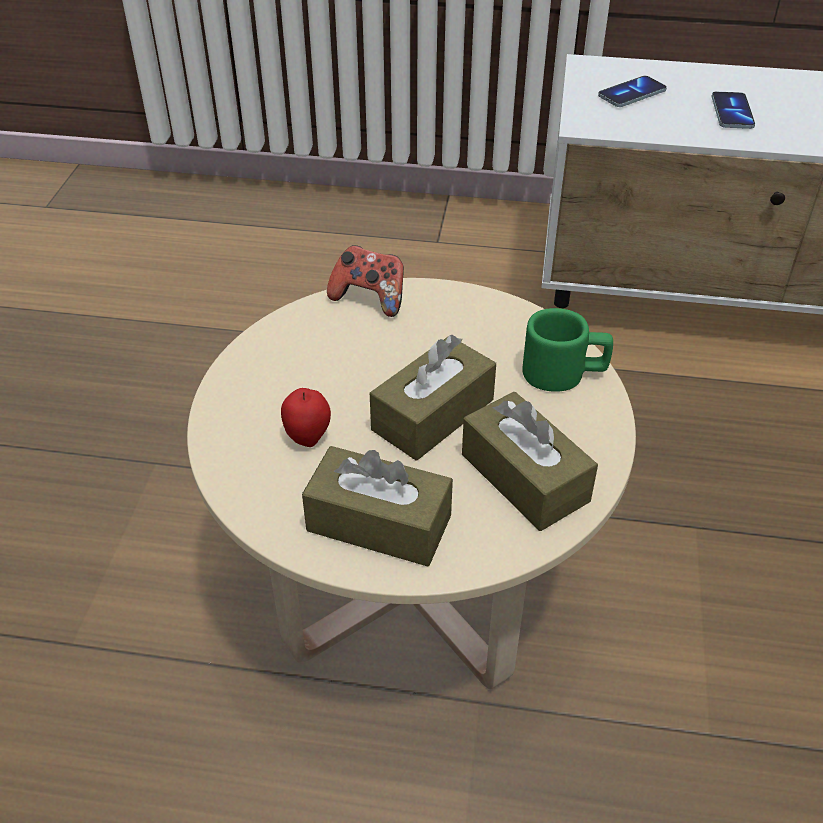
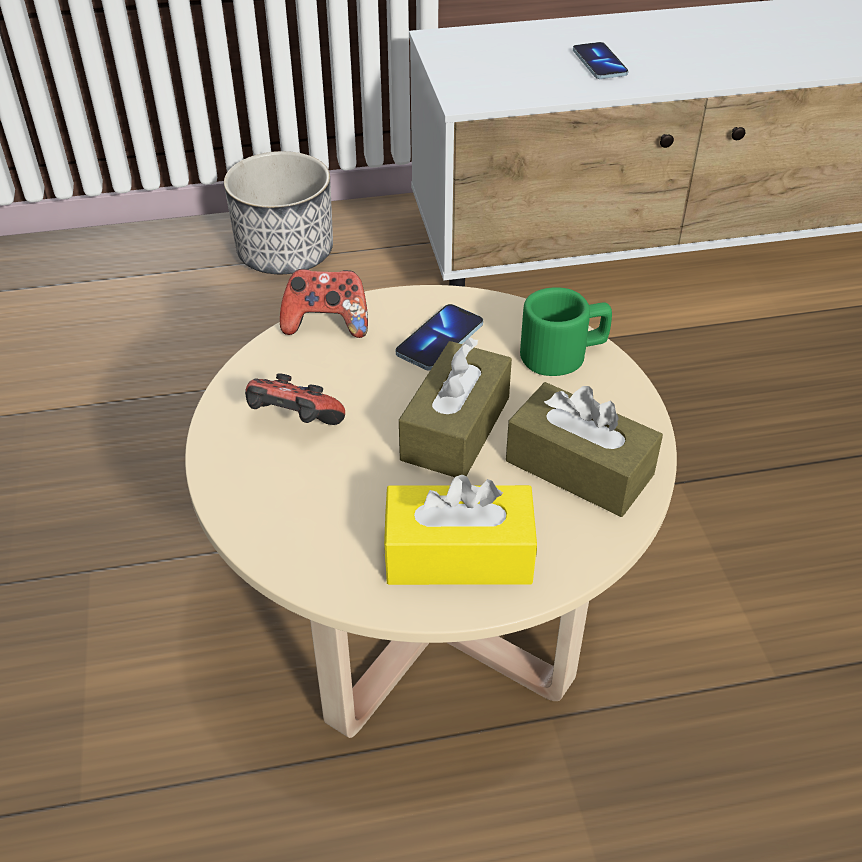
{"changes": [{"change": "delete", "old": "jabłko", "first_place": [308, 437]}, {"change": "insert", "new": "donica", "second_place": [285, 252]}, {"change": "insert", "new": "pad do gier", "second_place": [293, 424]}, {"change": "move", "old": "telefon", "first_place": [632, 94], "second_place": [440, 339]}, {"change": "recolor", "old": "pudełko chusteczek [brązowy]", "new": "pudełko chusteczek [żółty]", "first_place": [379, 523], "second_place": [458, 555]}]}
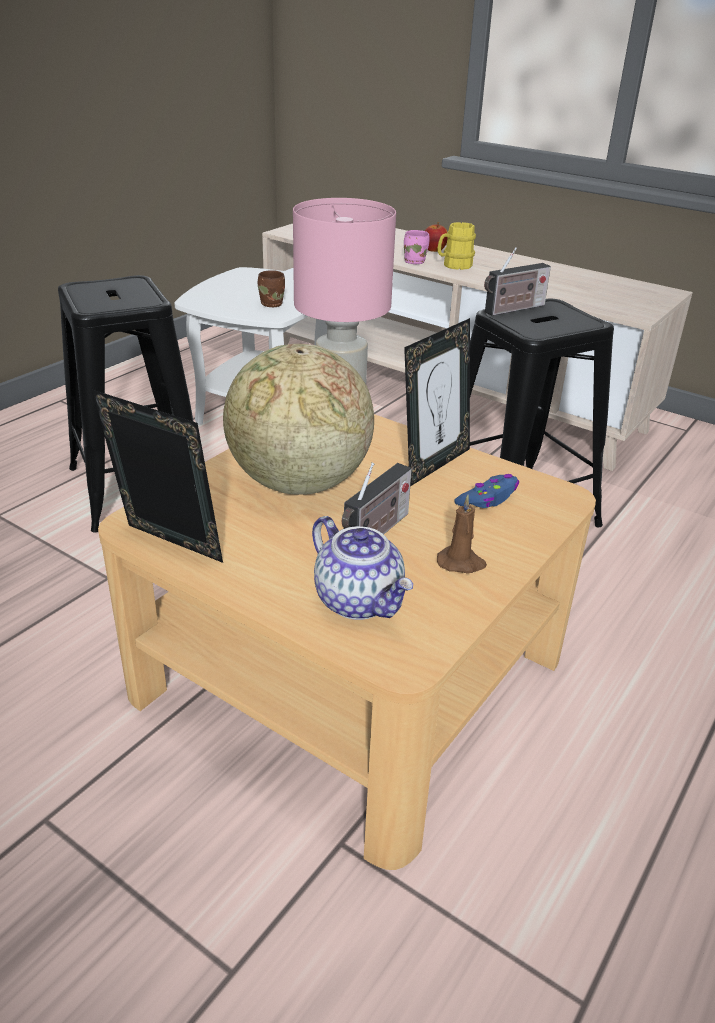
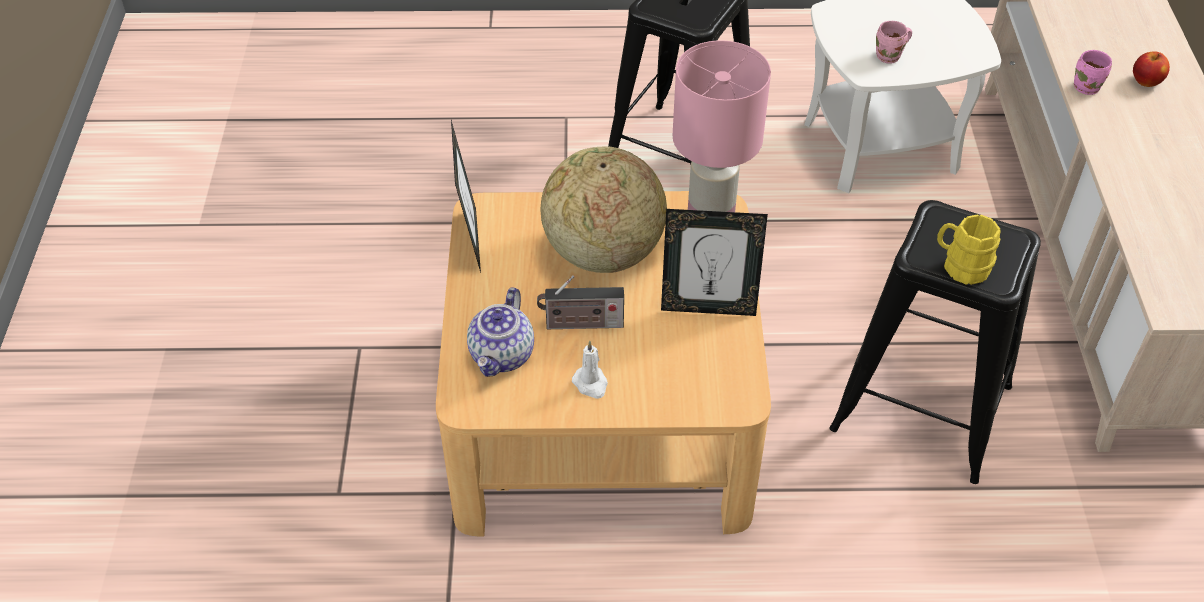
{"changes": [{"change": "delete", "old": "pad do gier [niebieski]", "first_place": [488, 499]}, {"change": "delete", "old": "radio", "first_place": [512, 309]}, {"change": "move", "old": "kubek [żółty]", "first_place": [454, 265], "second_place": [960, 266]}, {"change": "recolor", "old": "kubek [brązowy]", "new": "kubek [różowy]", "first_place": [273, 304], "second_place": [890, 57]}, {"change": "recolor", "old": "świeca [brązowy]", "new": "świeca [biały]", "first_place": [461, 563], "second_place": [591, 384]}]}
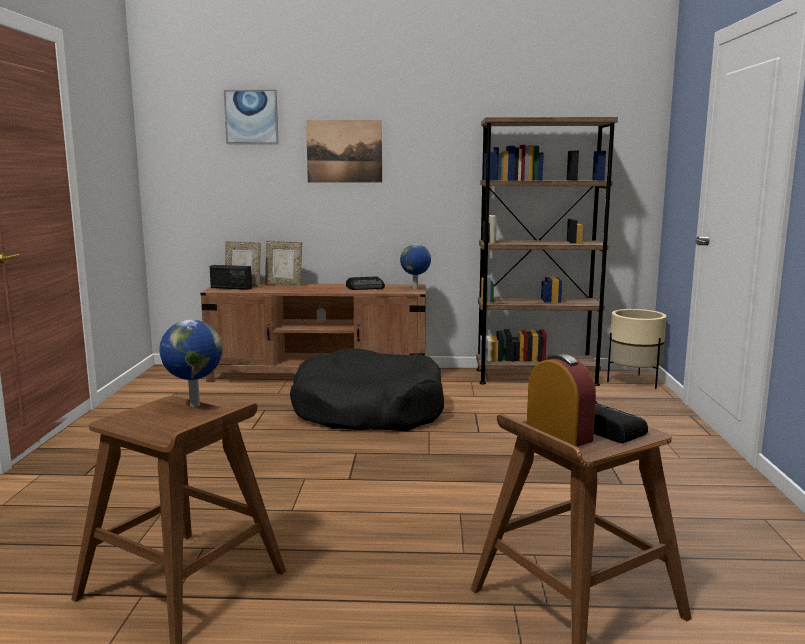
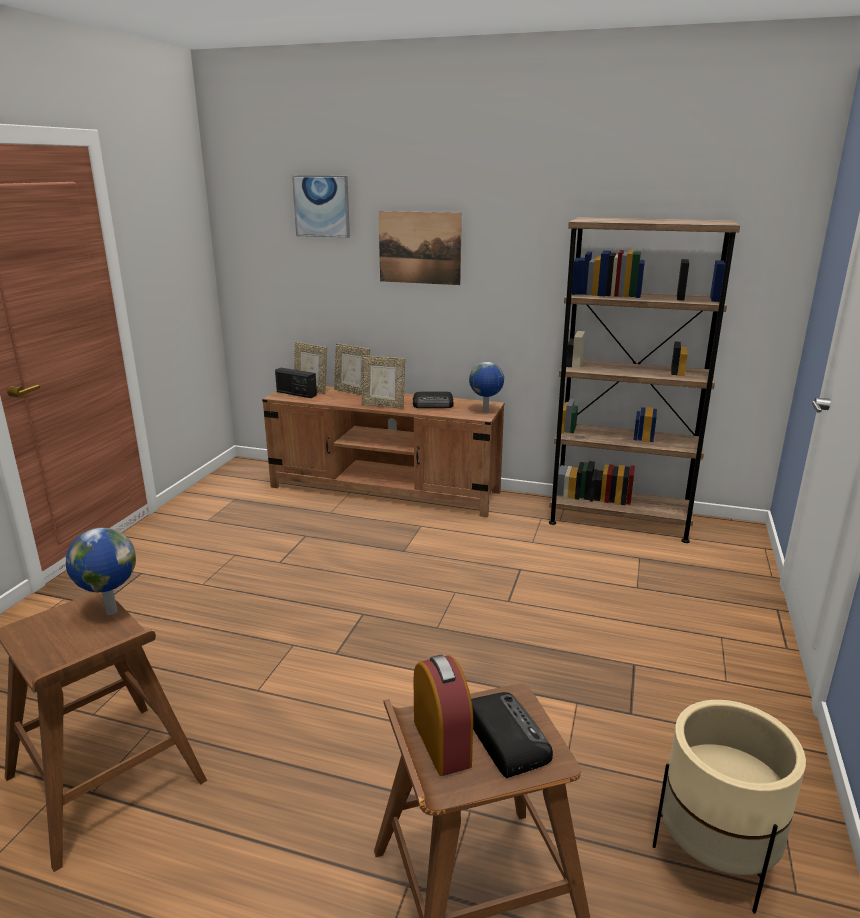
{"changes": [{"change": "delete", "old": "legowisko [czarny]", "first_place": [368, 411]}, {"change": "insert", "new": "ramka na zdjęcie", "second_place": [383, 405]}, {"change": "move", "old": "donica [beżowy]", "first_place": [633, 381], "second_place": [713, 858]}]}
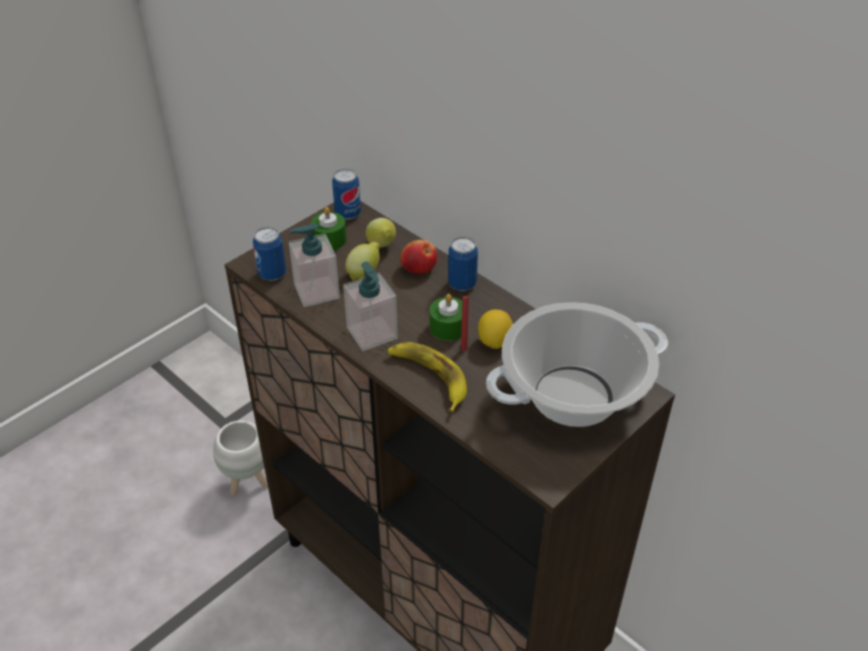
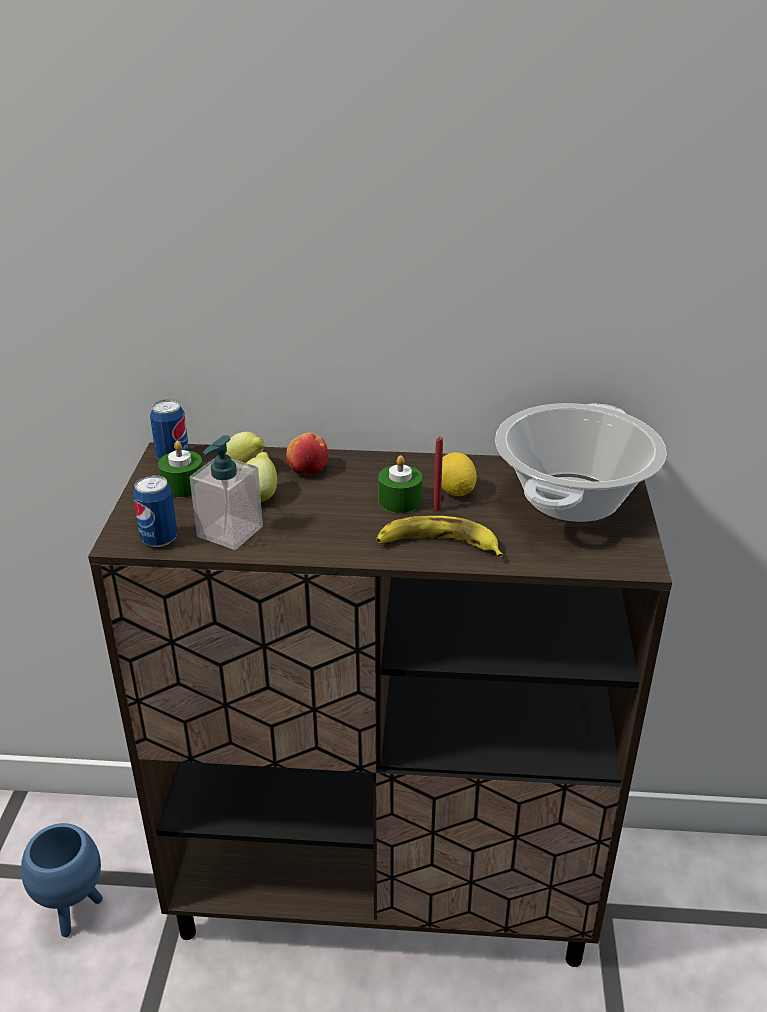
{"changes": [{"change": "delete", "old": "dozownik mydła", "first_place": [372, 333]}, {"change": "delete", "old": "puszka", "first_place": [462, 284]}, {"change": "recolor", "old": "donica [biały]", "new": "donica [niebieski]", "first_place": [248, 483], "second_place": [74, 910]}]}
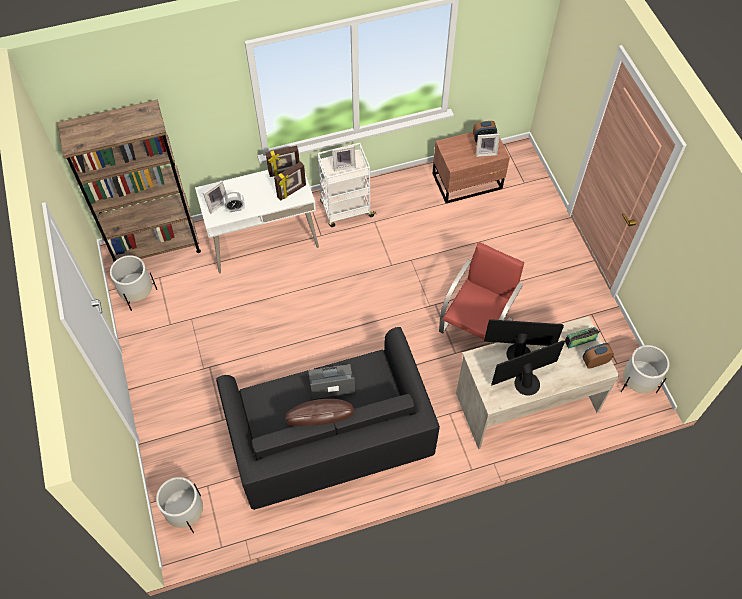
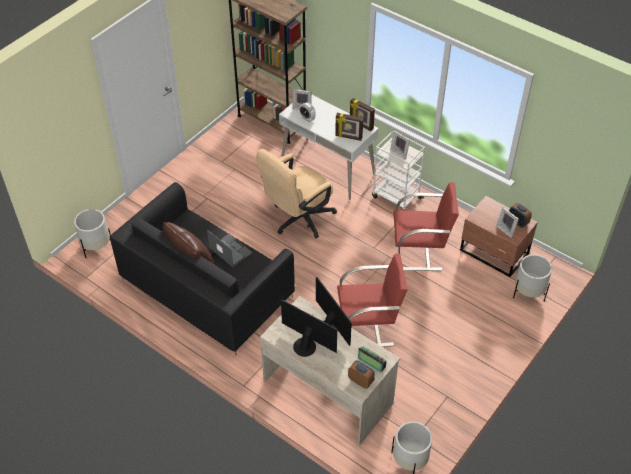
{"changes": [{"change": "insert", "new": "krzesło biurowe [beżowy]", "second_place": [298, 220]}, {"change": "insert", "new": "krzesło [czerwony]", "second_place": [420, 251]}, {"change": "move", "old": "donica [biały]", "first_place": [138, 294], "second_place": [528, 292]}]}
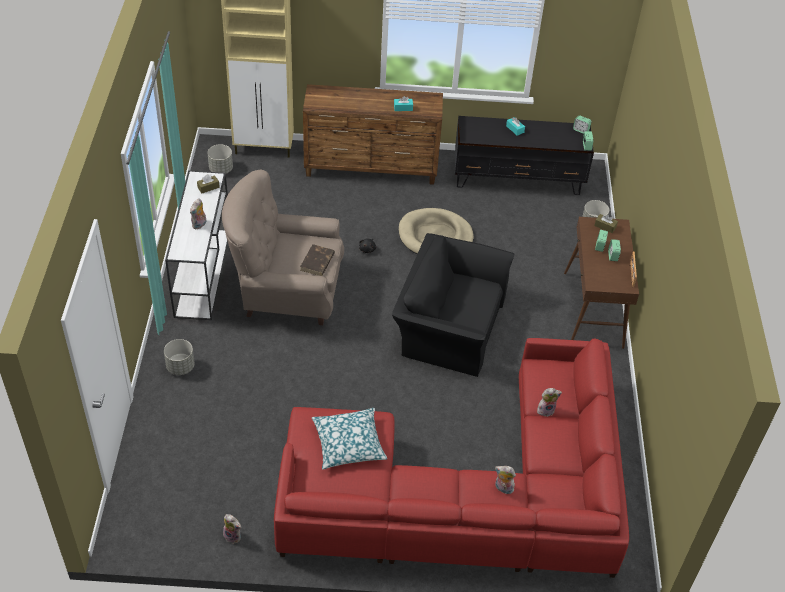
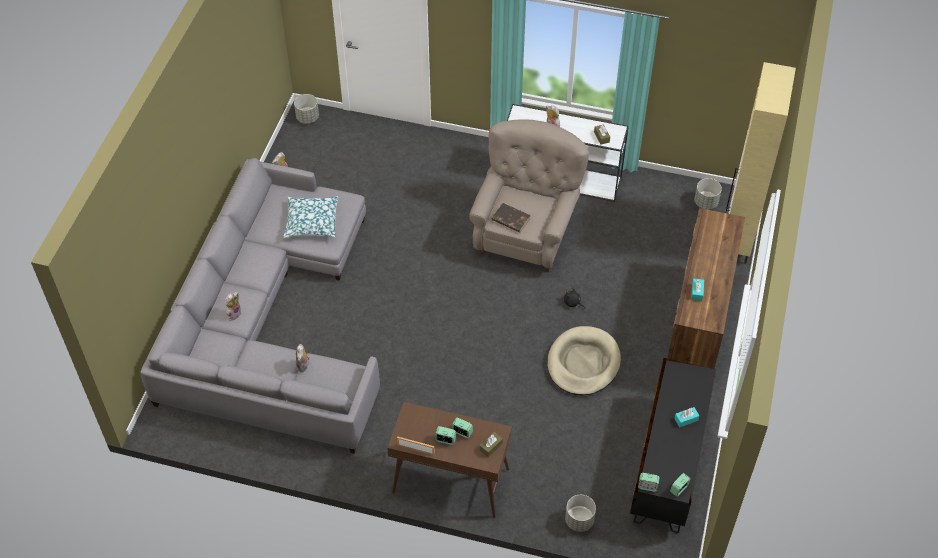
{"changes": [{"change": "delete", "old": "fotel [czarny]", "first_place": [449, 324]}, {"change": "move", "old": "donica [szary]", "first_place": [180, 366], "second_place": [308, 117]}, {"change": "recolor", "old": "kanapa [czerwony]", "new": "kanapa [szary]", "first_place": [465, 493], "second_place": [269, 322]}]}
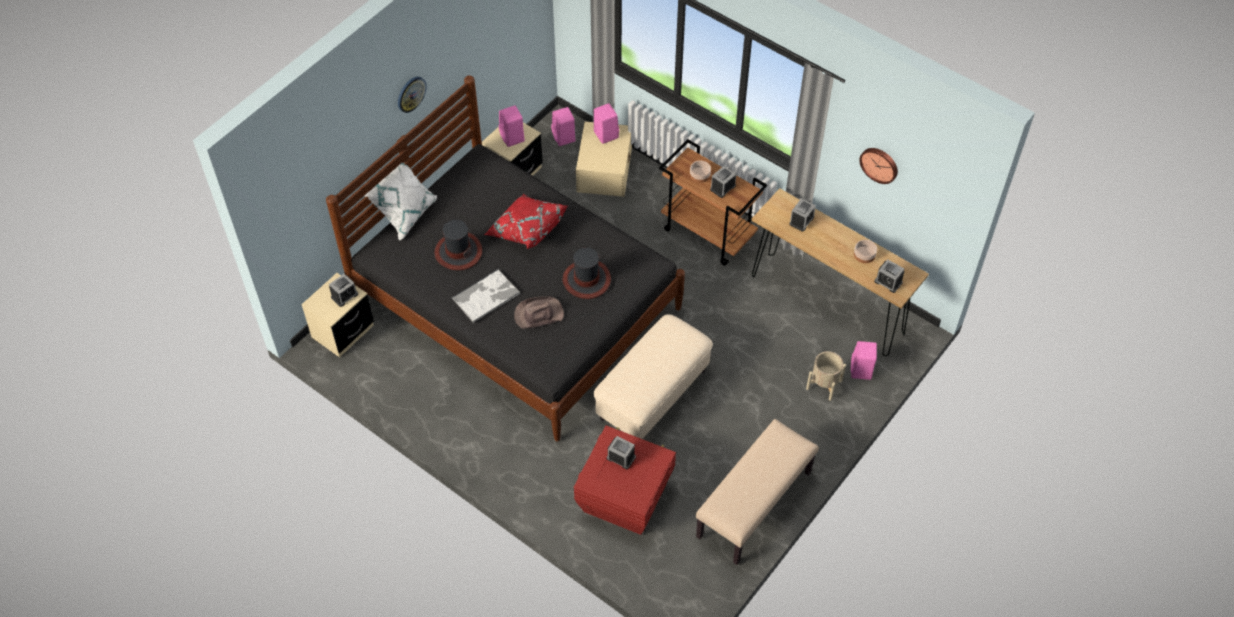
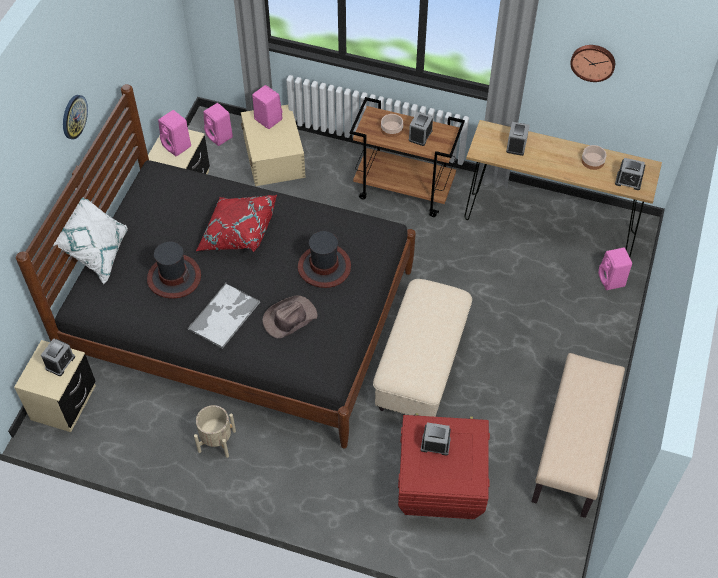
{"changes": [{"change": "move", "old": "donica [beżowy]", "first_place": [824, 384], "second_place": [217, 441]}]}
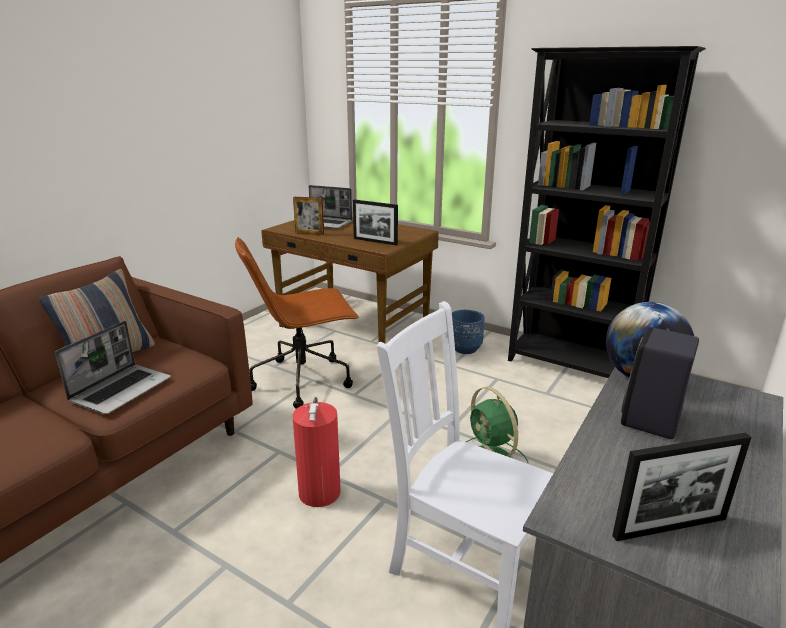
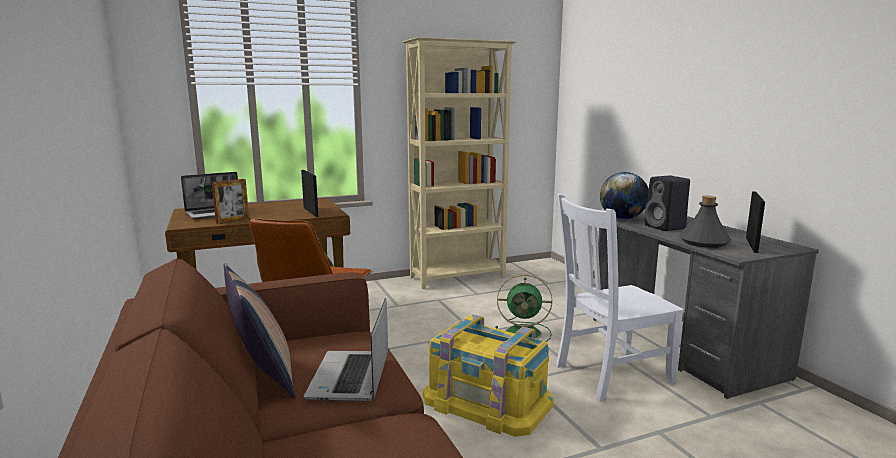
{"changes": [{"change": "delete", "old": "donica [niebieski]", "first_place": [465, 348]}, {"change": "insert", "new": "butelka [szary]", "second_place": [704, 242]}, {"change": "replace", "old": "gaśnica", "new": "pojemnik do przechowywania [żółty]", "first_place": [320, 490], "second_place": [487, 401]}, {"change": "recolor", "old": "regał [czarny]", "new": "regał [beżowy]", "first_place": [570, 366], "second_place": [459, 277]}, {"change": "rotate", "old": "laptop", "first_place": [121, 389], "second_place": [351, 378], "degrees": -150}, {"change": "rotate", "old": "ramka na zdjęcie", "first_place": [375, 241], "second_place": [310, 212], "degrees": -90}]}
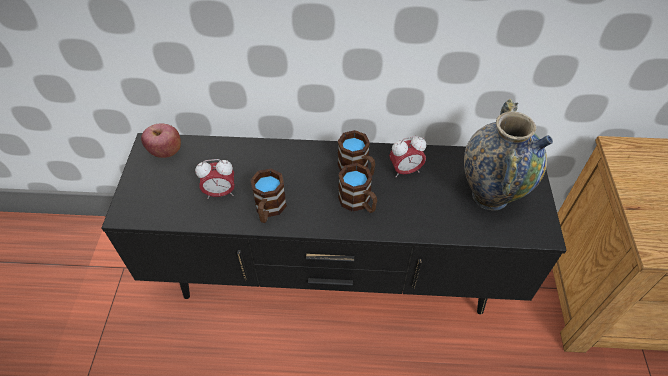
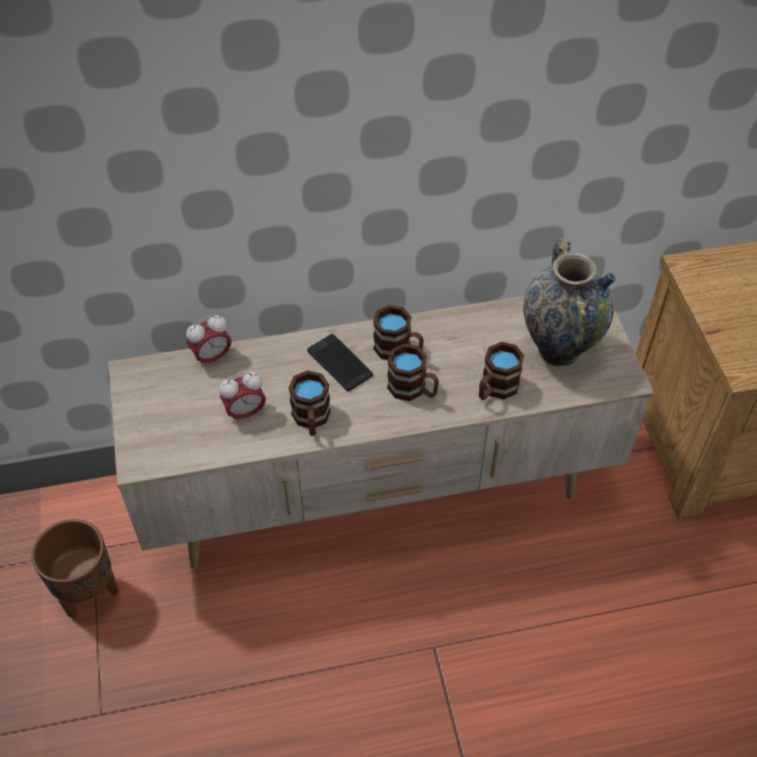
{"changes": [{"change": "delete", "old": "jabłko", "first_place": [166, 151]}, {"change": "insert", "new": "donica [brązowy]", "second_place": [88, 592]}, {"change": "insert", "new": "telefon", "second_place": [339, 363]}, {"change": "insert", "new": "kubek [brązowy]", "second_place": [495, 389]}, {"change": "move", "old": "budzik", "first_place": [405, 170], "second_place": [212, 357]}, {"change": "recolor", "old": "szafka pod telewizor [czarny]", "new": "szafka pod telewizor [beżowy]", "first_place": [333, 277], "second_place": [378, 496]}]}
